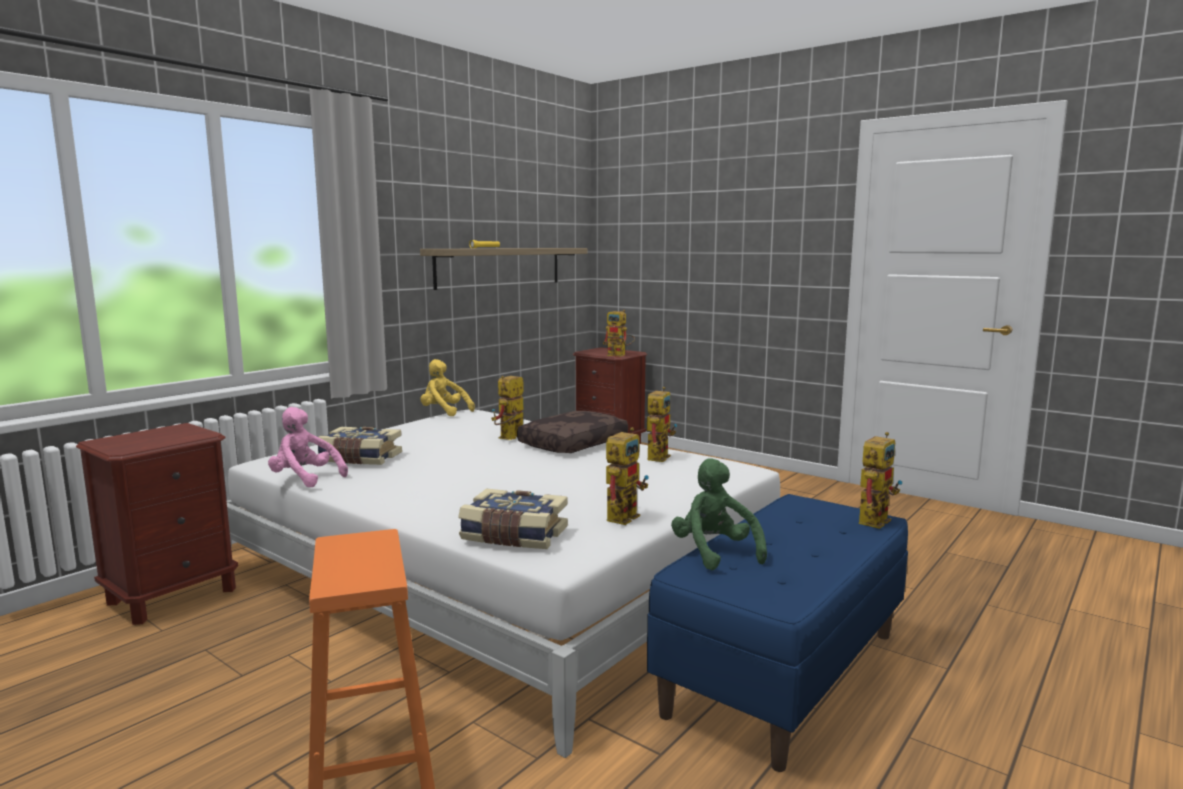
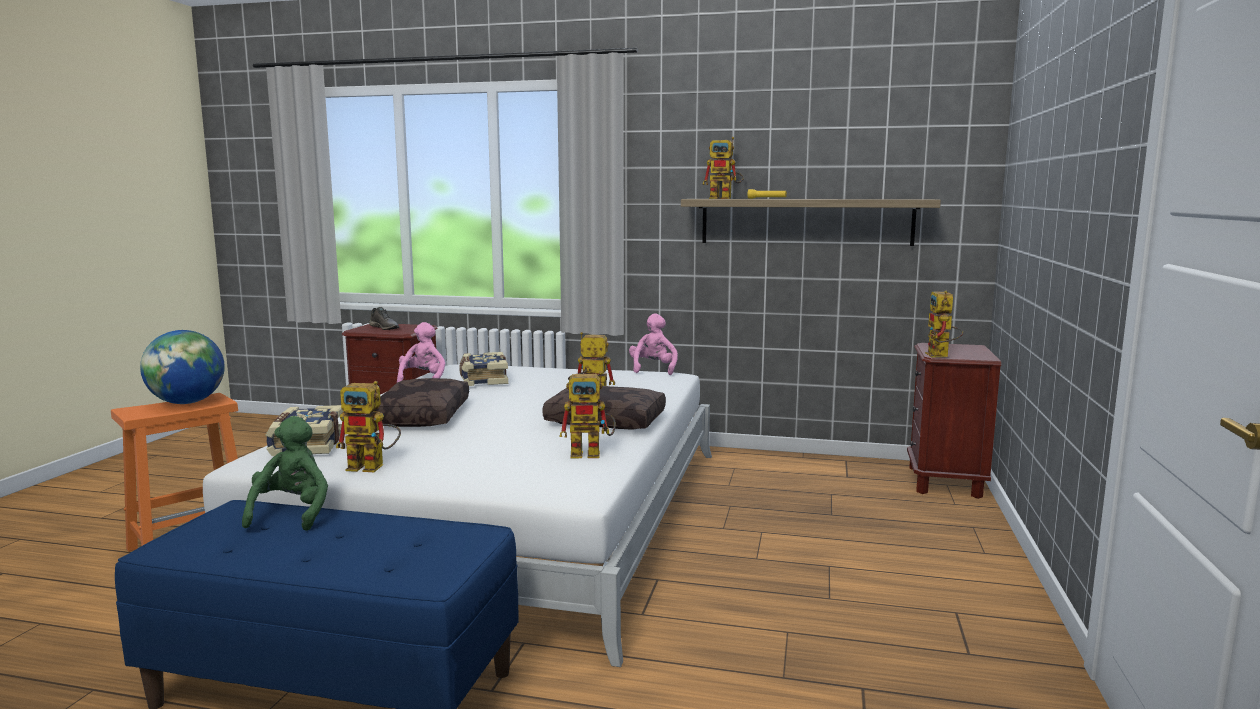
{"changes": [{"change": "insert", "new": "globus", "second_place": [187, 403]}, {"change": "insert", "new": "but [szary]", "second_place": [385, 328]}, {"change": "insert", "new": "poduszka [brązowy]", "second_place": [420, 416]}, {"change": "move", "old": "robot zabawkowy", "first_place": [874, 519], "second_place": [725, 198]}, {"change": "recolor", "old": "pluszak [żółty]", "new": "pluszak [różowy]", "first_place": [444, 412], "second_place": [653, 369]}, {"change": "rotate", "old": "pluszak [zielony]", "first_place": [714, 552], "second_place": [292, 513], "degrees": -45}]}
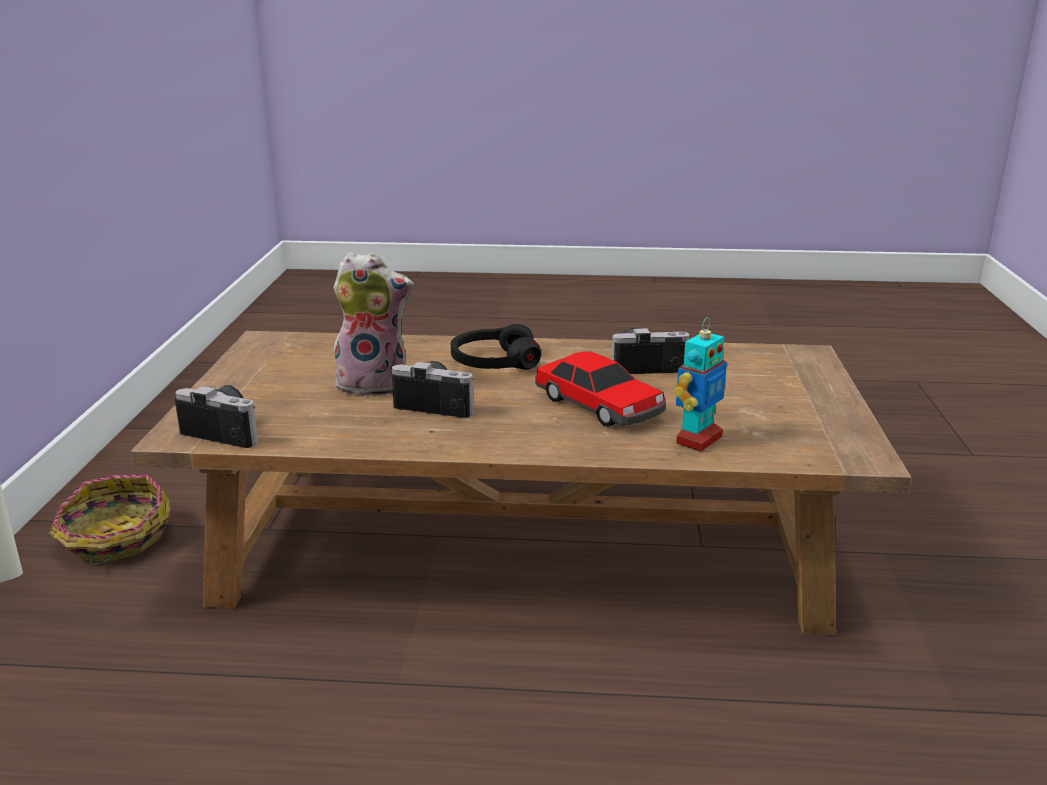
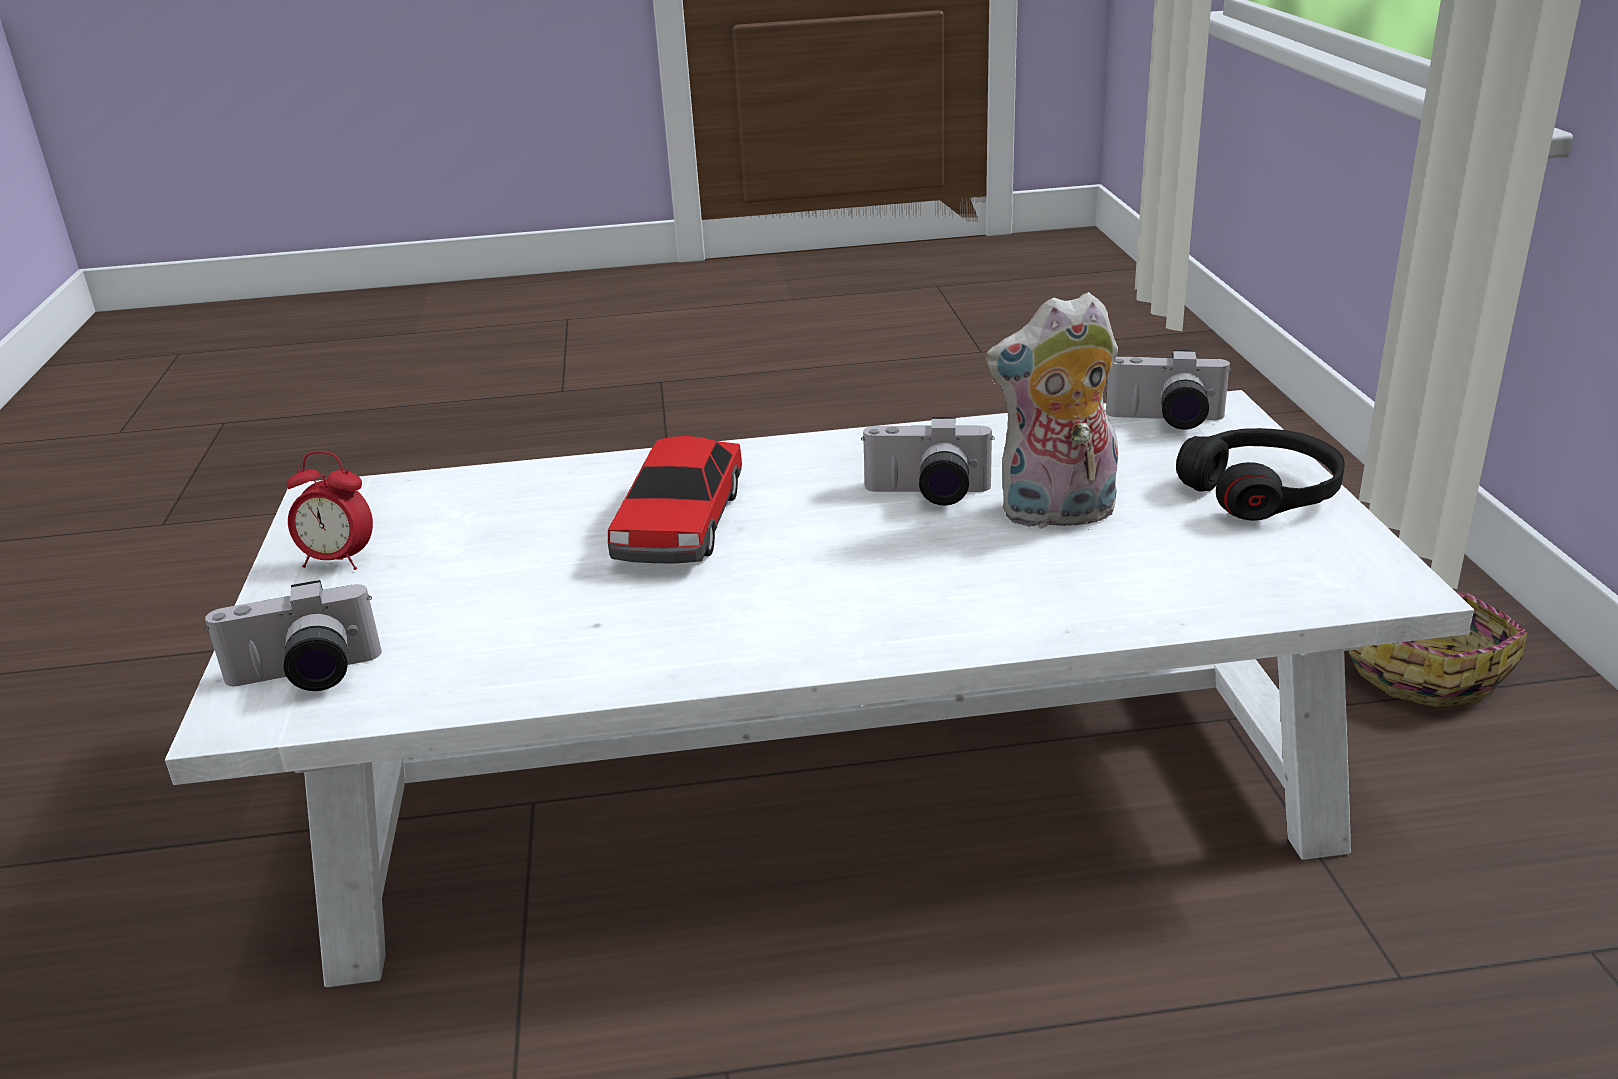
{"changes": [{"change": "delete", "old": "robot zabawkowy", "first_place": [697, 440]}, {"change": "insert", "new": "budzik", "second_place": [338, 561]}, {"change": "move", "old": "słuchawki [czarny]", "first_place": [494, 362], "second_place": [1261, 492]}, {"change": "move", "old": "aparat fotograficzny", "first_place": [646, 365], "second_place": [303, 678]}, {"change": "recolor", "old": "ława [brązowy]", "new": "ława [biały]", "first_place": [521, 541], "second_place": [823, 761]}, {"change": "rotate", "old": "samochodzik", "first_place": [599, 406], "second_place": [680, 525], "degrees": -120}]}
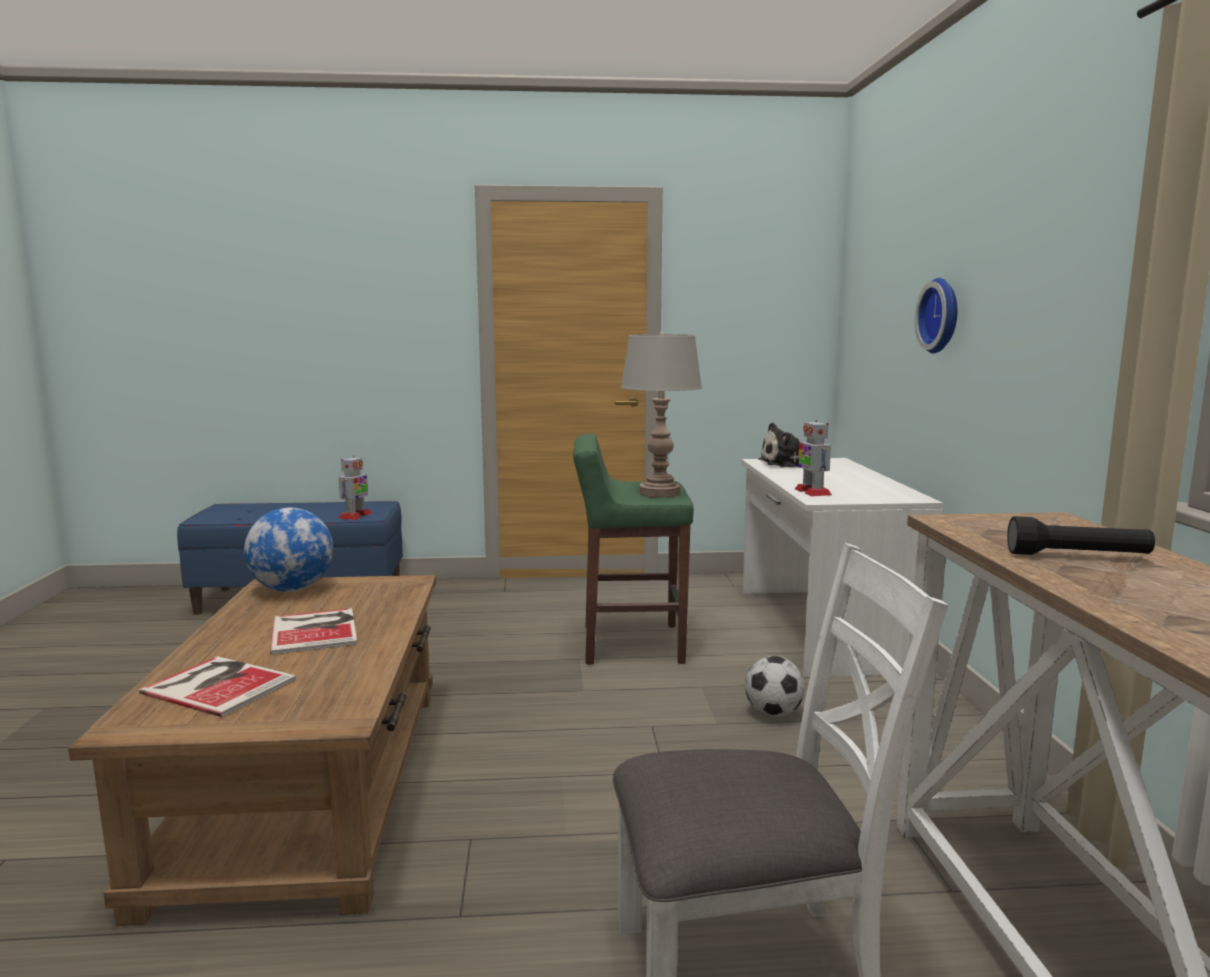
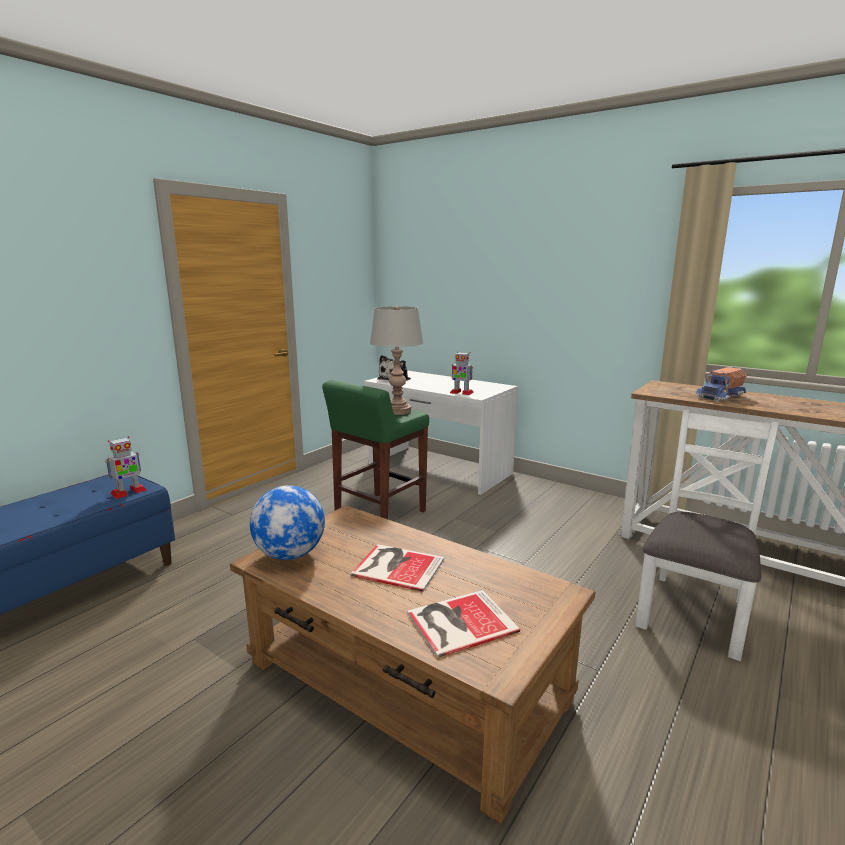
{"changes": [{"change": "delete", "old": "piłka futbolowa", "first_place": [773, 713]}, {"change": "delete", "old": "zegar ścienny", "first_place": [942, 315]}, {"change": "replace", "old": "latarka [czarny]", "new": "ciężarówka zabawkowa", "first_place": [1077, 556], "second_place": [720, 396]}, {"change": "rotate", "old": "robot zabawkowy", "first_place": [355, 516], "second_place": [128, 492], "degrees": 75}]}
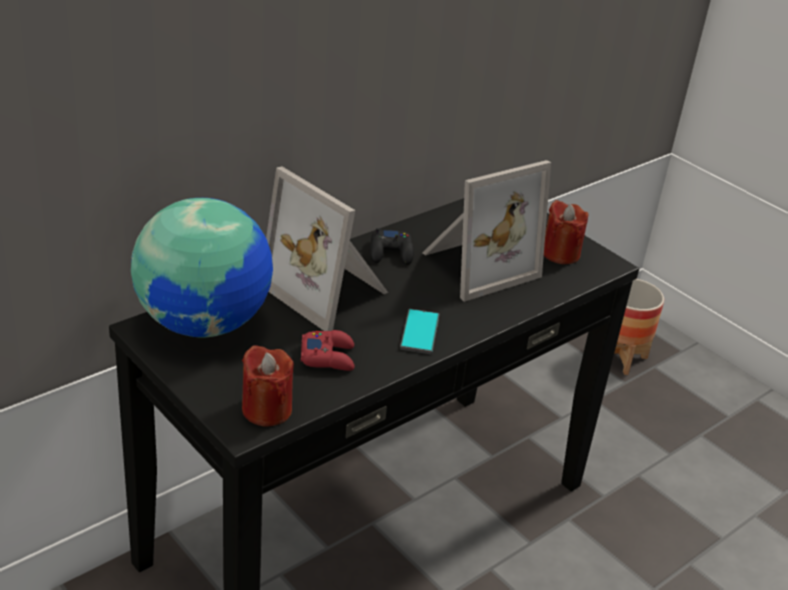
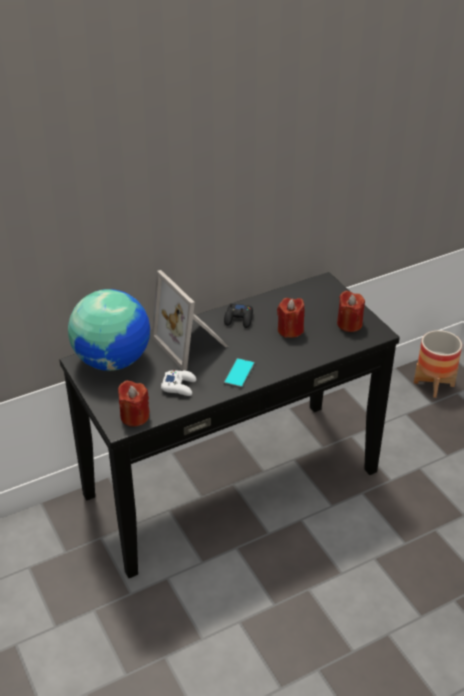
{"changes": [{"change": "replace", "old": "ramka na zdjęcie", "new": "świeca [czerwony]", "first_place": [475, 265], "second_place": [290, 330]}, {"change": "recolor", "old": "pad do gier [czerwony]", "new": "pad do gier [biały]", "first_place": [328, 357], "second_place": [179, 386]}]}
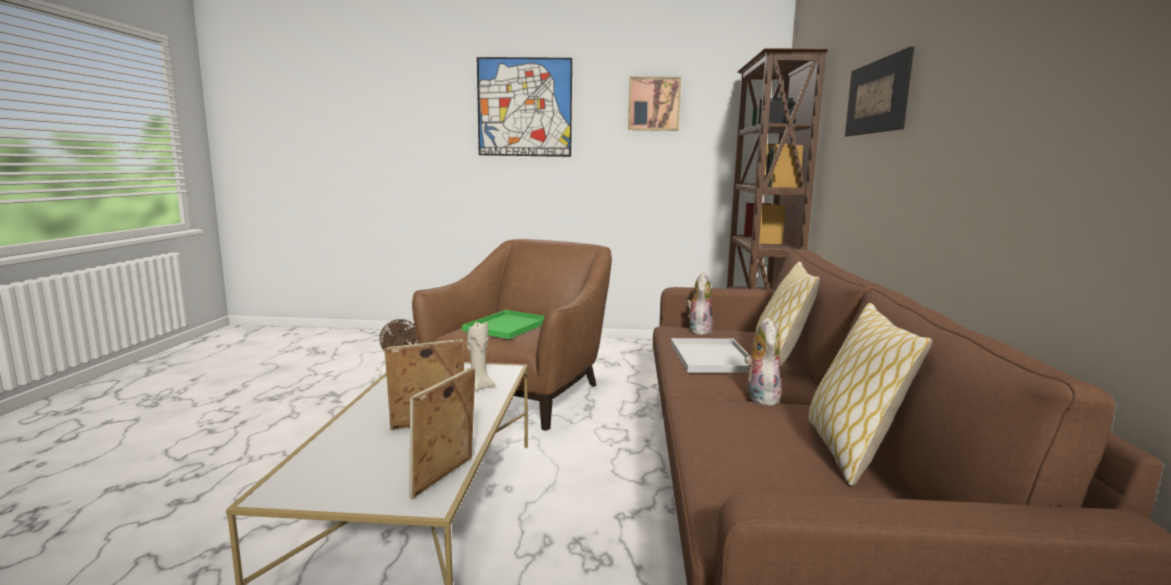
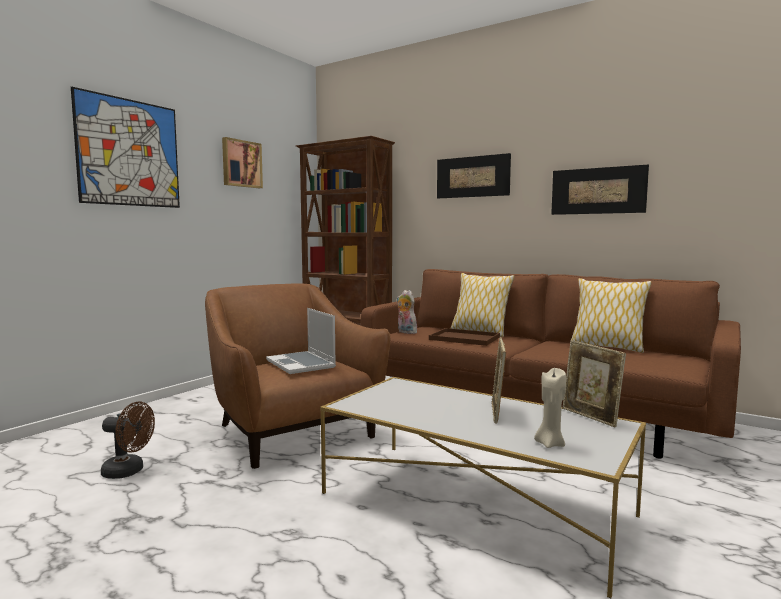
{"changes": [{"change": "delete", "old": "pluszak", "first_place": [760, 397]}, {"change": "insert", "new": "obraz", "second_place": [597, 191]}, {"change": "move", "old": "świeca [beżowy]", "first_place": [479, 387], "second_place": [549, 444]}, {"change": "replace", "old": "taca [zielony]", "new": "laptop", "first_place": [507, 326], "second_place": [302, 364]}, {"change": "recolor", "old": "taca [biały]", "new": "taca [brązowy]", "first_place": [713, 358], "second_place": [466, 338]}]}
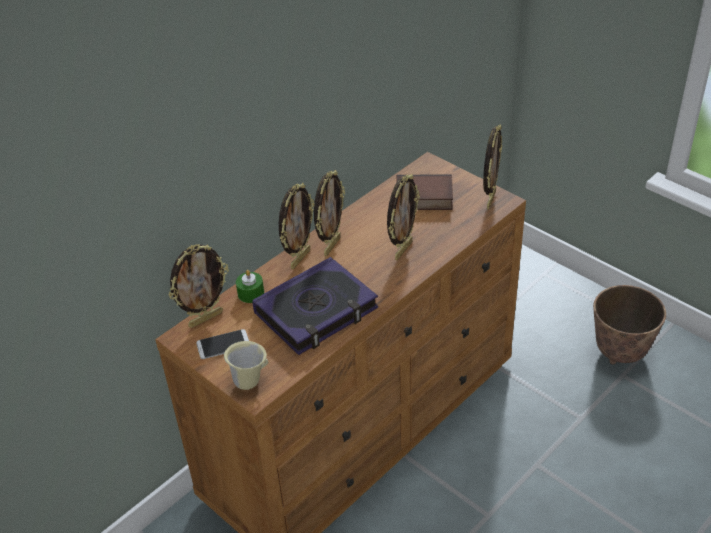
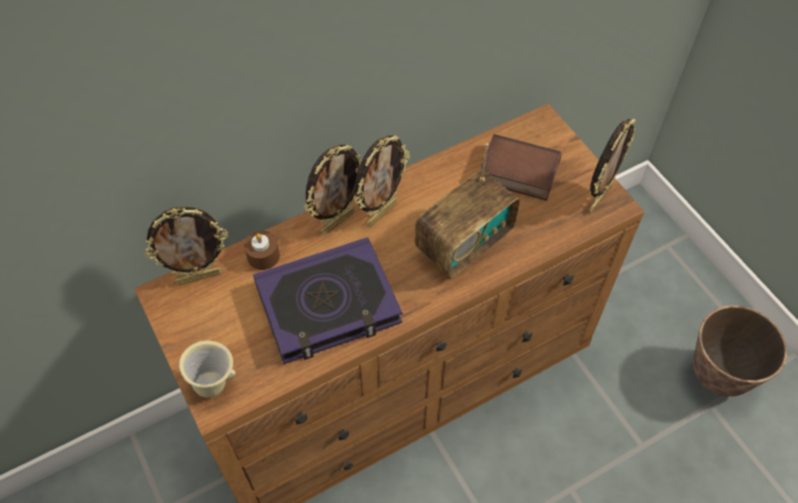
{"changes": [{"change": "delete", "old": "telefon", "first_place": [223, 345]}, {"change": "replace", "old": "ramka na zdjęcie", "new": "radio", "first_place": [402, 250], "second_place": [463, 244]}, {"change": "recolor", "old": "świeca [zielony]", "new": "świeca [brązowy]", "first_place": [251, 293], "second_place": [263, 256]}]}
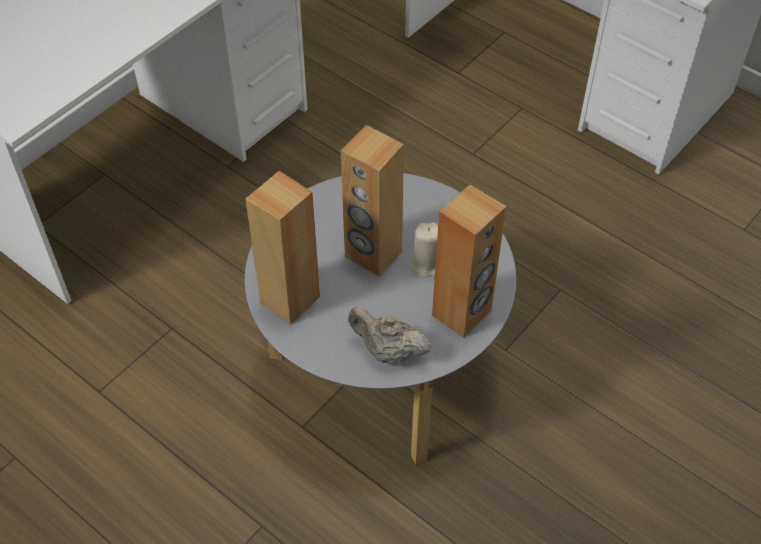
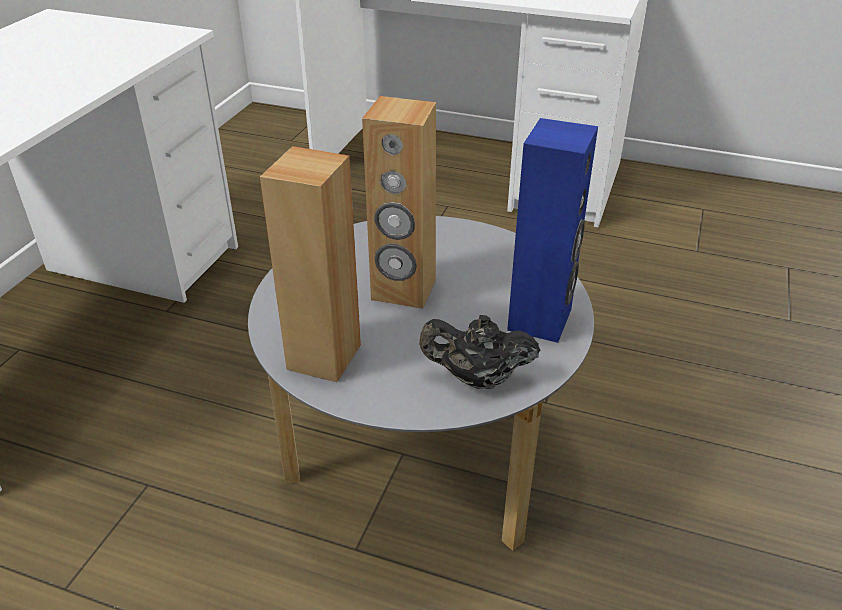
{"changes": [{"change": "delete", "old": "świeca [beżowy]", "first_place": [427, 264]}, {"change": "recolor", "old": "imbryk [beżowy]", "new": "imbryk [czarny]", "first_place": [388, 351], "second_place": [477, 379]}, {"change": "recolor", "old": "głośnik [brązowy]", "new": "głośnik [niebieski]", "first_place": [462, 313], "second_place": [540, 320]}]}
